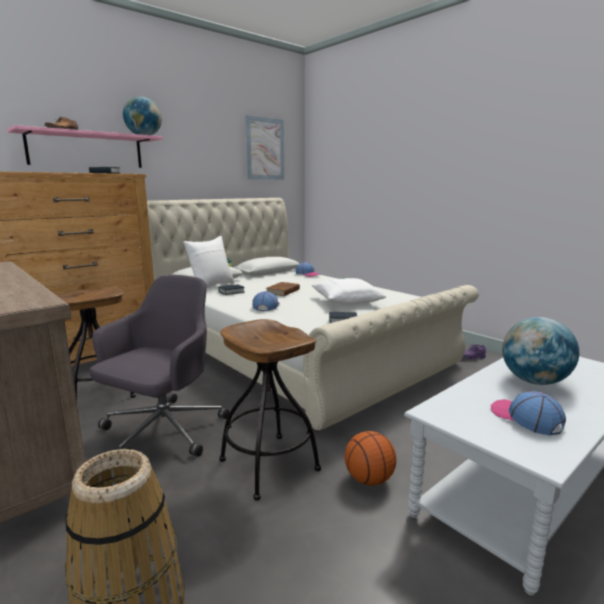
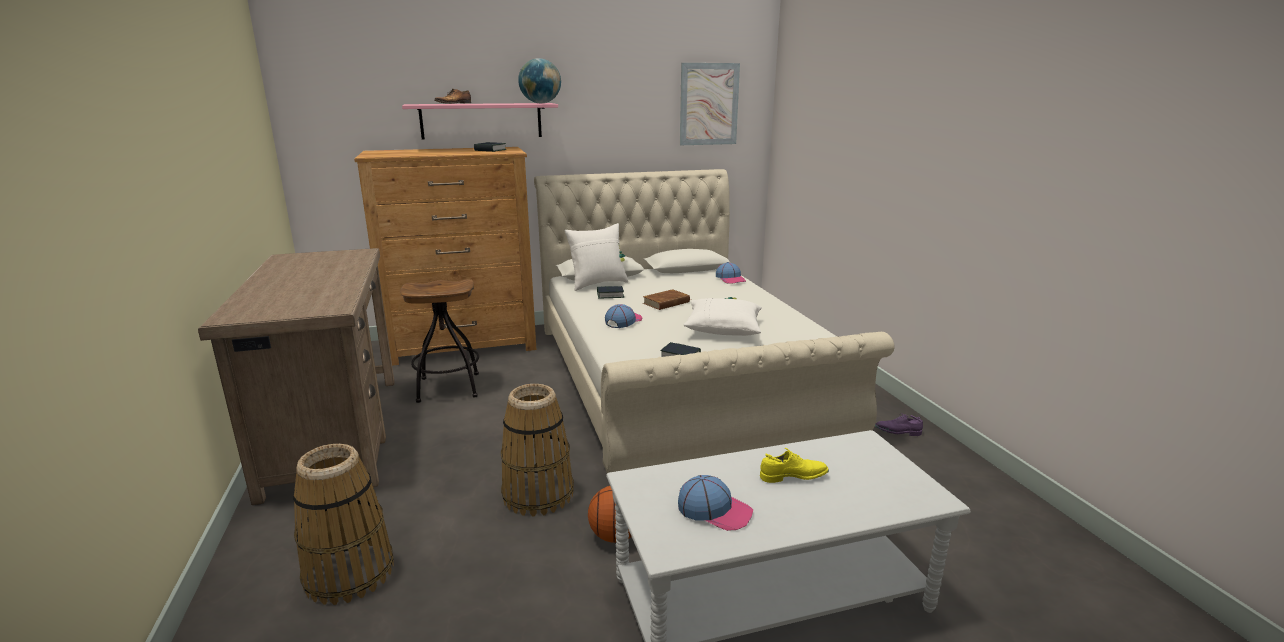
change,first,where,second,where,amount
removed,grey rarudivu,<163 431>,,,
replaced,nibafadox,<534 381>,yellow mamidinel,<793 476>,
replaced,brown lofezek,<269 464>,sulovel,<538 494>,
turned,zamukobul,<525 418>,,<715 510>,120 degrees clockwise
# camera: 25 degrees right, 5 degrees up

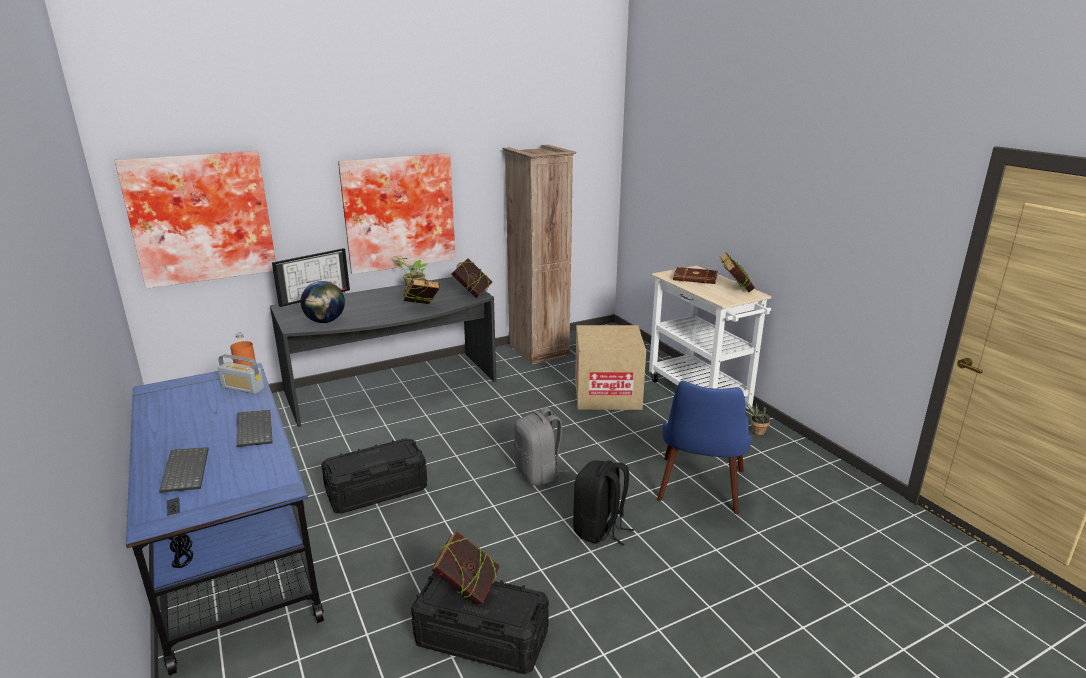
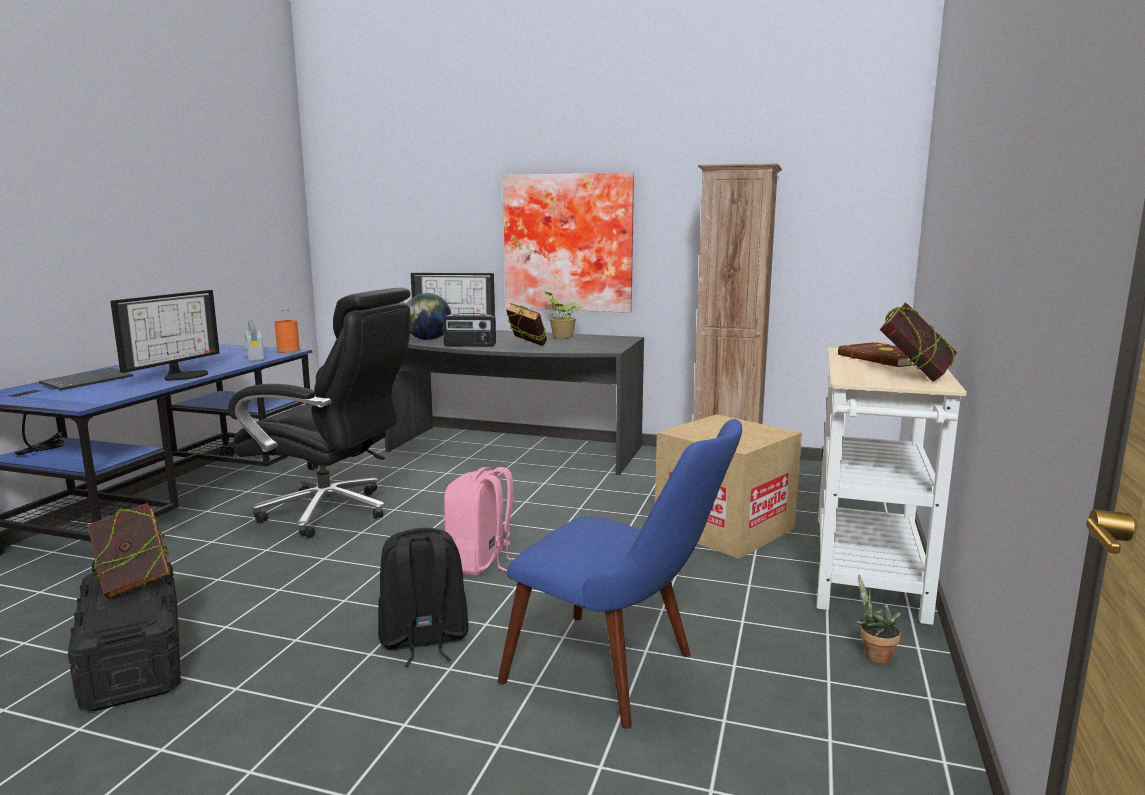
change,first,where,second,where,amount
removed,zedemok,<201 217>,,,
removed,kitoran,<472 294>,,,
turned,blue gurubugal,<699 492>,,<621 674>,120 degrees counterclockwise
recoloured,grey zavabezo,<538 474>,pink zavabezo,<481 563>,
replaced,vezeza,<253 429>,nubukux,<183 375>,
replaced,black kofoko,<377 490>,black rarudivu,<333 513>,
added,,,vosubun,<470 345>,
# camera: 45 degrees right, 10 degrees down

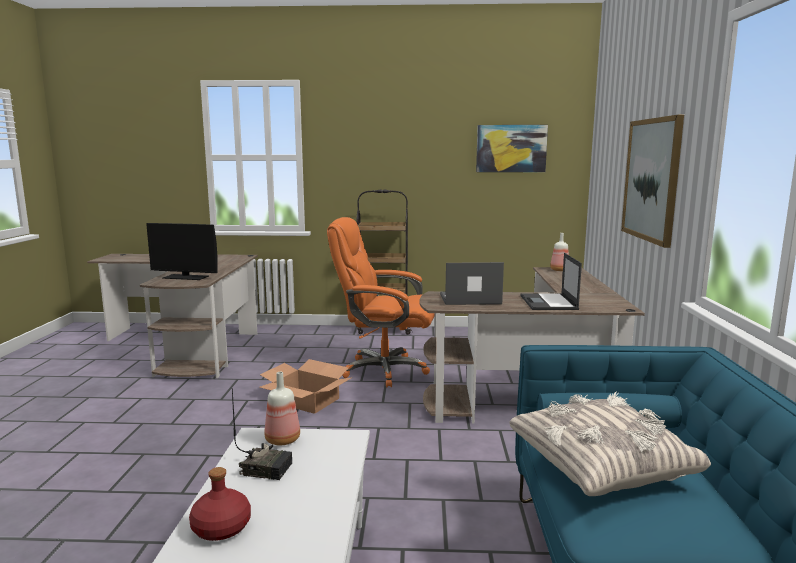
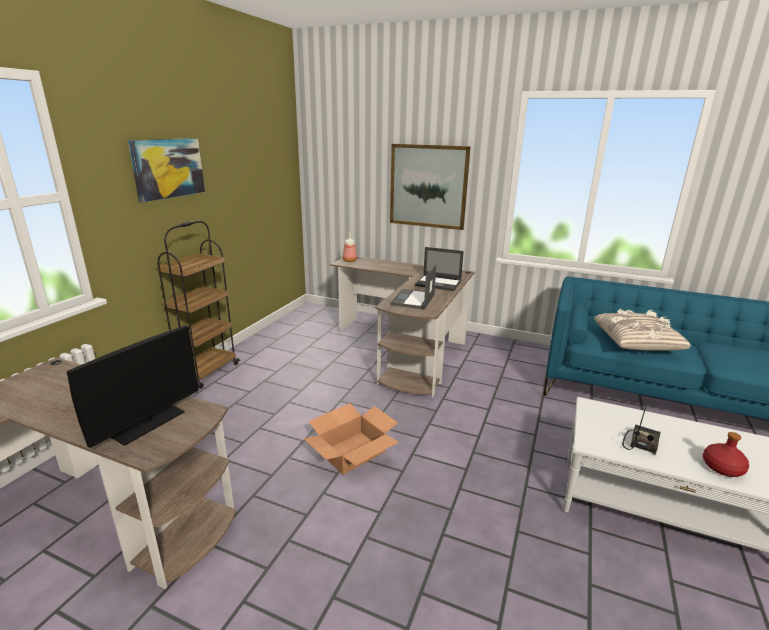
change,first,where,second,where,amount
moved,zedemok,<511 148>,,<168 168>,
removed,orange rarudivu,<387 370>,,,
removed,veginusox,<281 440>,,,
# camera: 70 degrees left, 10 degrees up

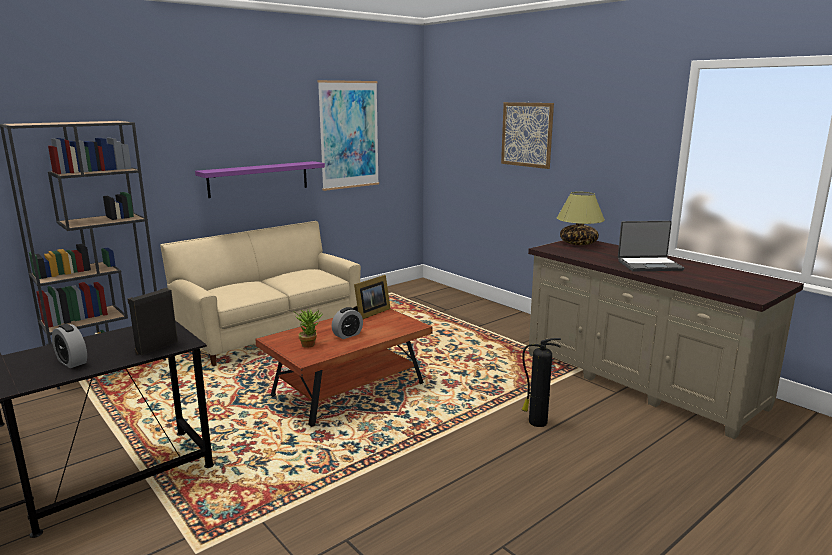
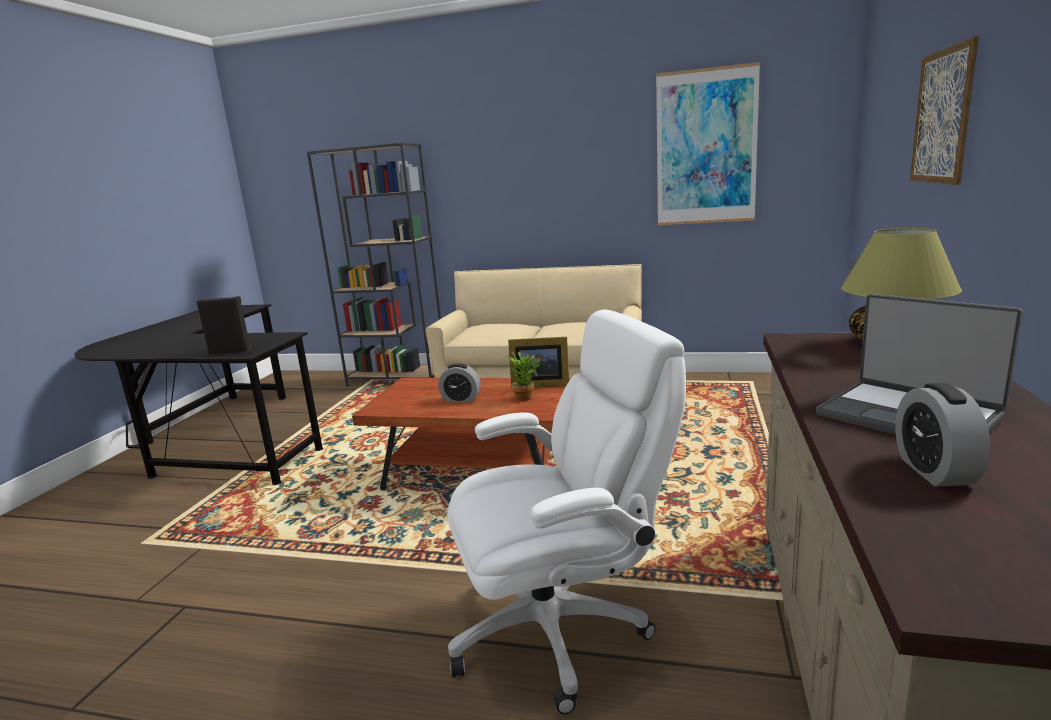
change,first,where,second,where,amount
removed,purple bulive,<259 179>,,,
moved,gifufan,<310 344>,,<527 397>,
moved,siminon,<72 362>,,<934 471>,
replaced,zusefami,<536 422>,white rarudivu,<563 628>,
# camera: 55 degrees right, 0 degrees up

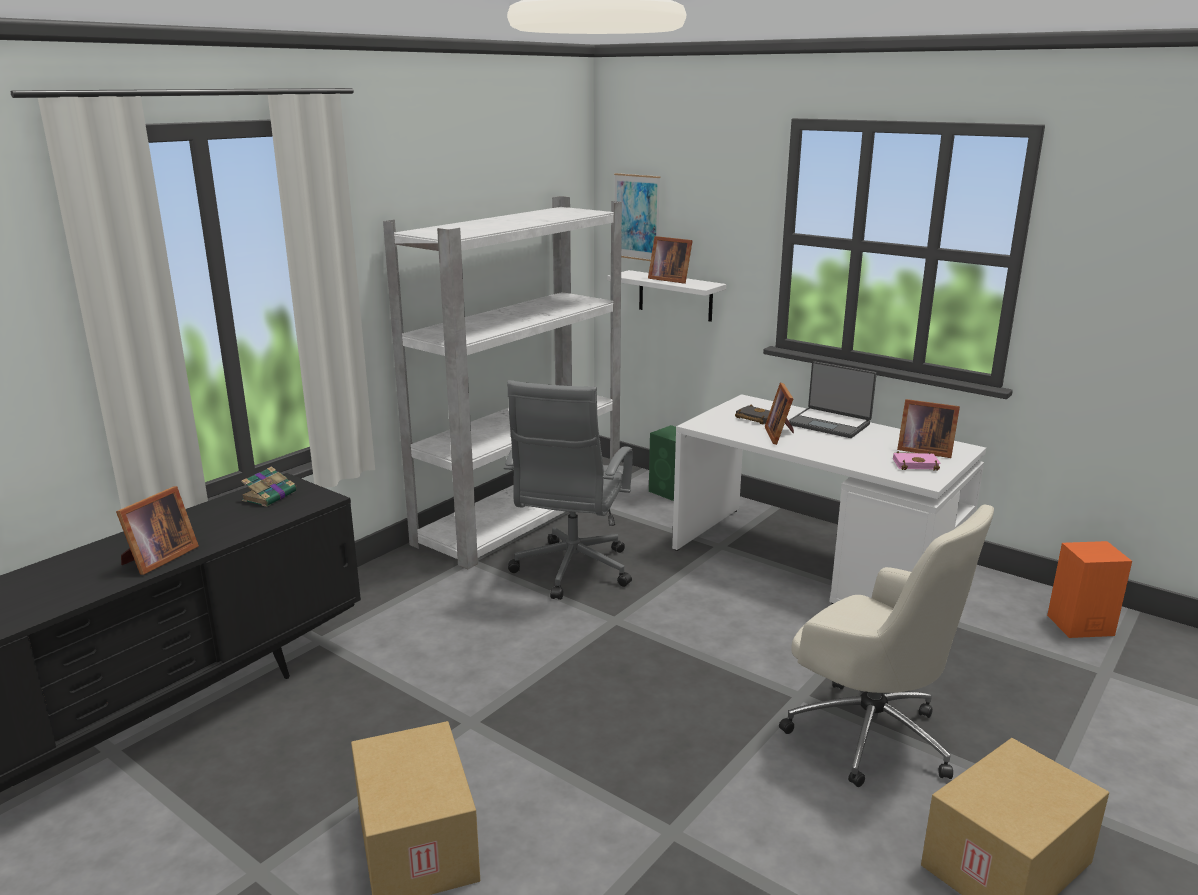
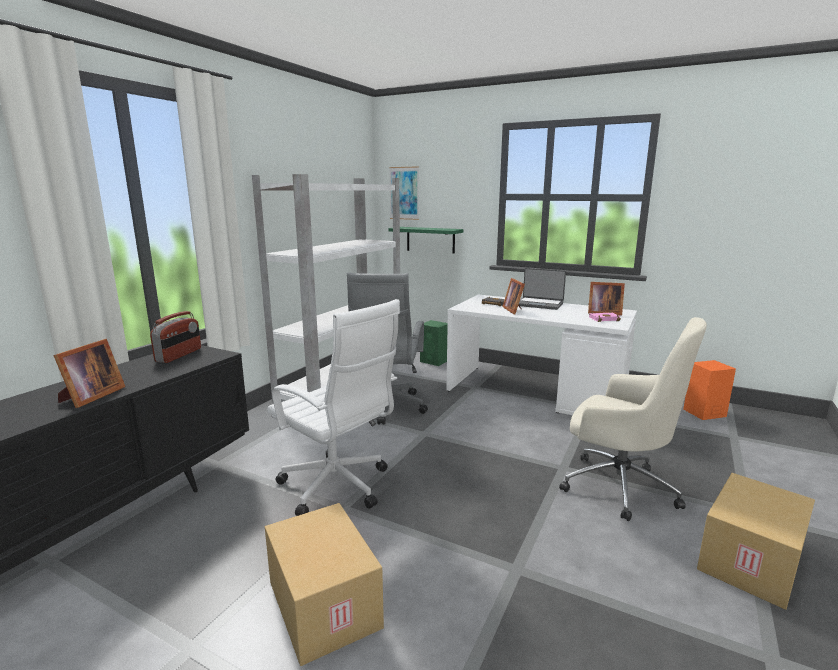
change,first,where,second,where,amount
removed,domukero,<669 279>,,,
recoloured,white bulive,<675 296>,green bulive,<430 239>,
replaced,kitoran,<270 496>,vosubun,<179 355>,
added,,,white rarudivu,<338 487>,
# camera: 10 degrees left, 5 degrees down

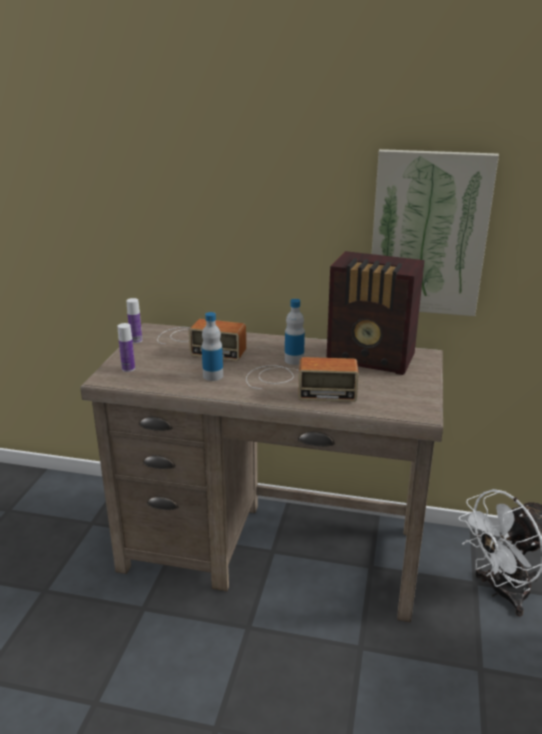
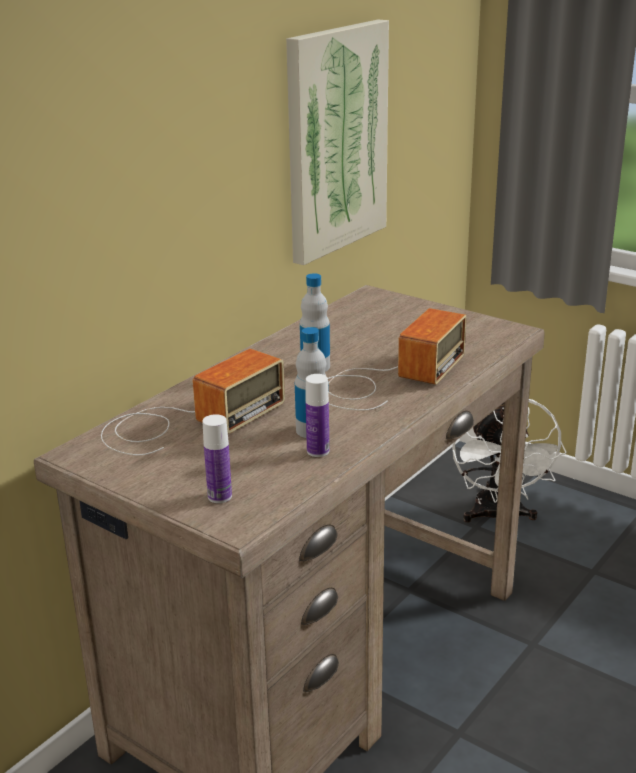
change,first,where,second,where,amount
removed,vosubun,<372 359>,,,
moved,veginusox,<136 340>,,<318 451>,
# camera: 65 degrees left, 0 degrees up

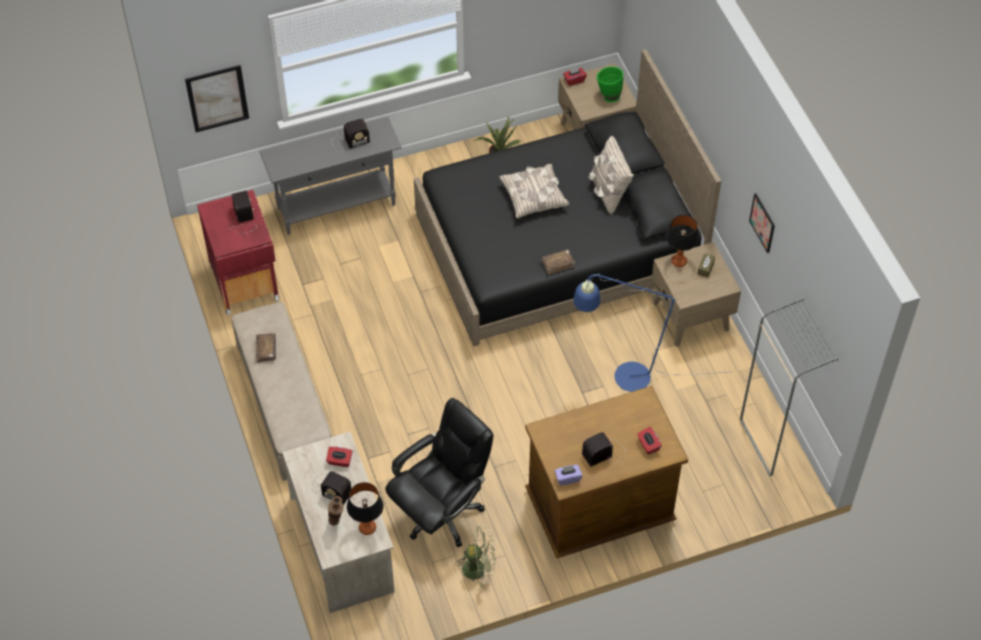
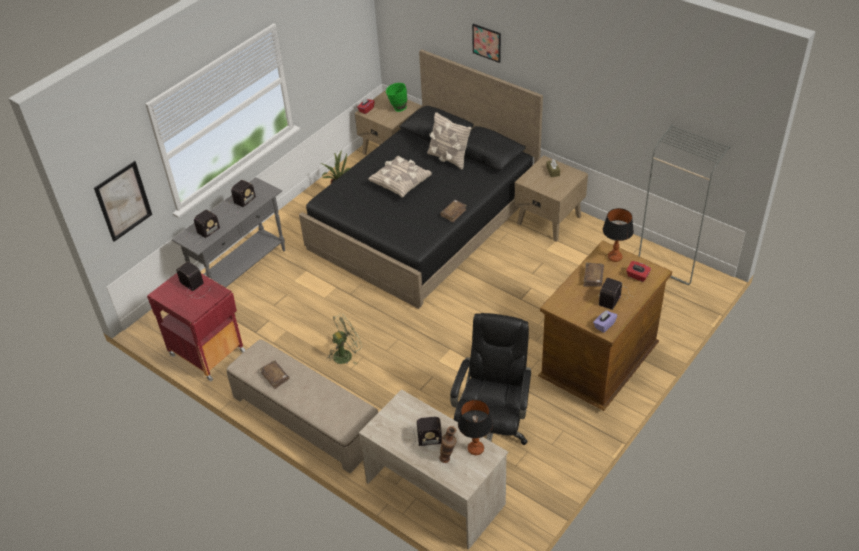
change,first,where,second,where,amount
moved,zedemok,<762 223>,,<486 42>,
moved,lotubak,<679 262>,,<615 257>,
removed,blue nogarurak,<622 377>,,,
removed,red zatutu,<339 461>,,,
moved,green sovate,<479 568>,,<346 354>,
added,,,vosubun,<202 233>,
added,,,brown kitoran,<593 277>,
# camera: 30 degrees left, 10 degrees down

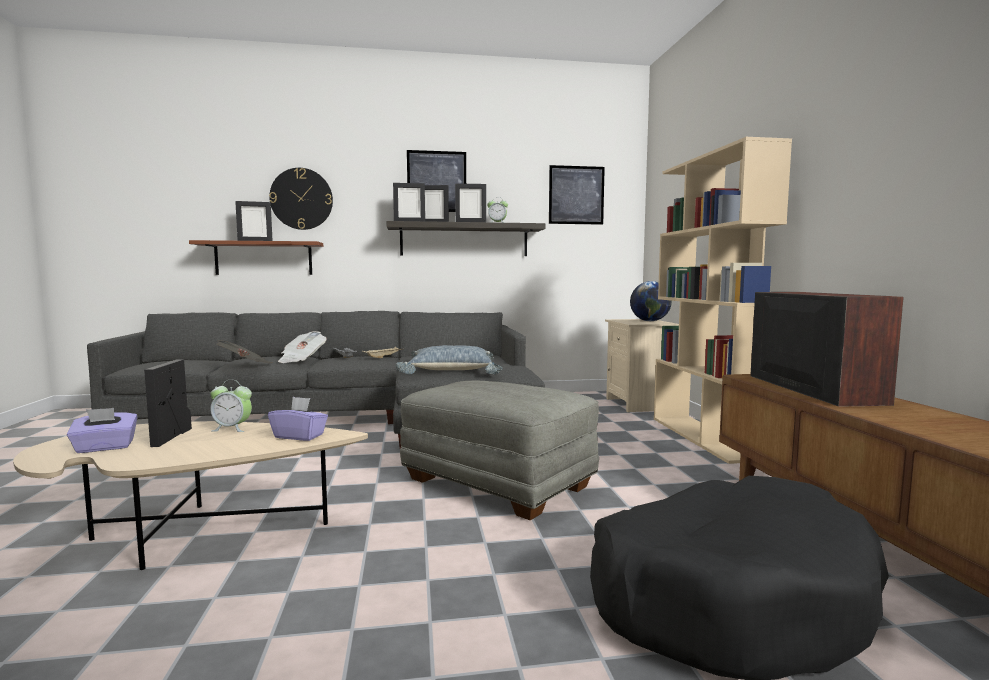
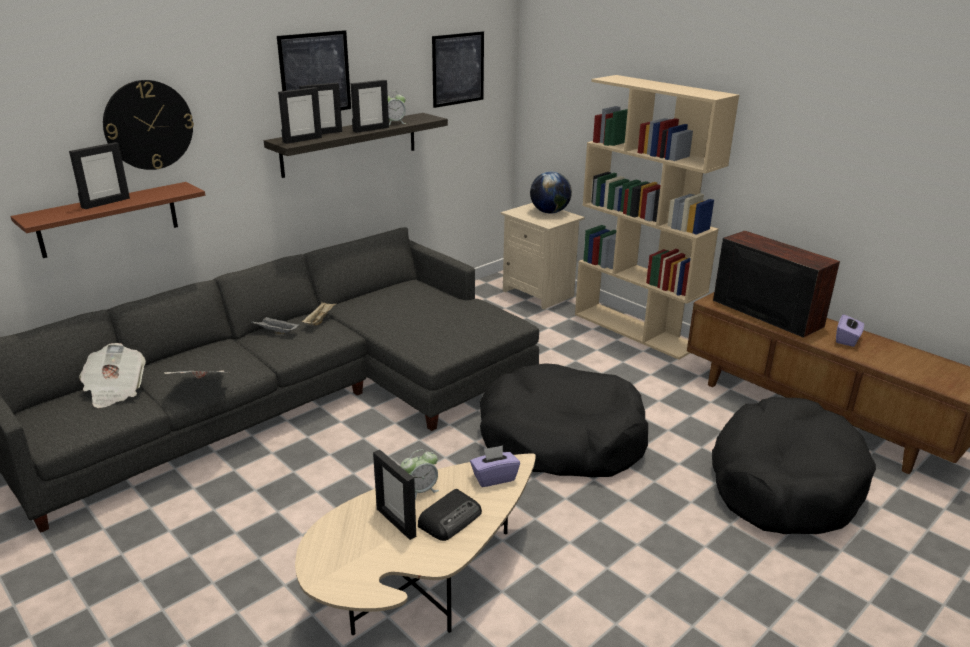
change,first,where,second,where,amount
moved,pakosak,<301 360>,,<115 390>,
removed,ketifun,<450 368>,,,
replaced,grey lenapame,<498 482>,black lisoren,<561 439>,
moved,purple zatutu,<105 447>,,<847 339>,
added,,,vosubun,<451 519>,
# camera: 35 degrees left, 20 degrees up

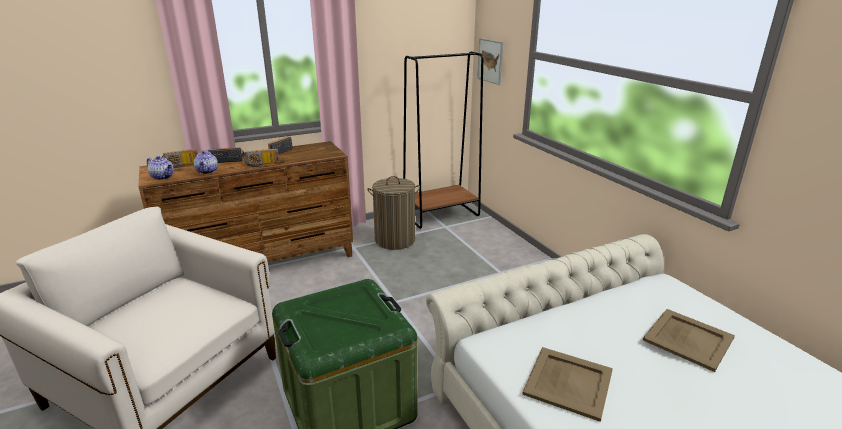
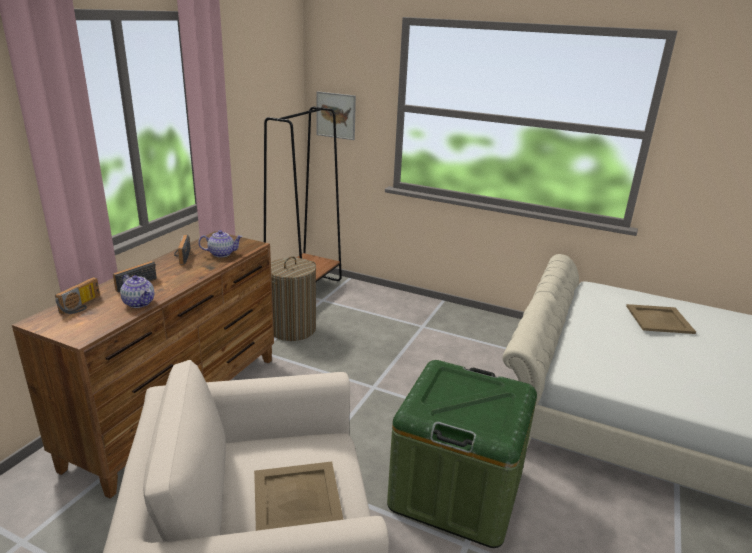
change,first,where,second,where,amount
removed,vosubun,<262 164>,,,
moved,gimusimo,<163 177>,,<222 254>,
moved,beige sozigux,<568 381>,,<296 498>,
# camera: 40 degrees left, 0 degrees up

